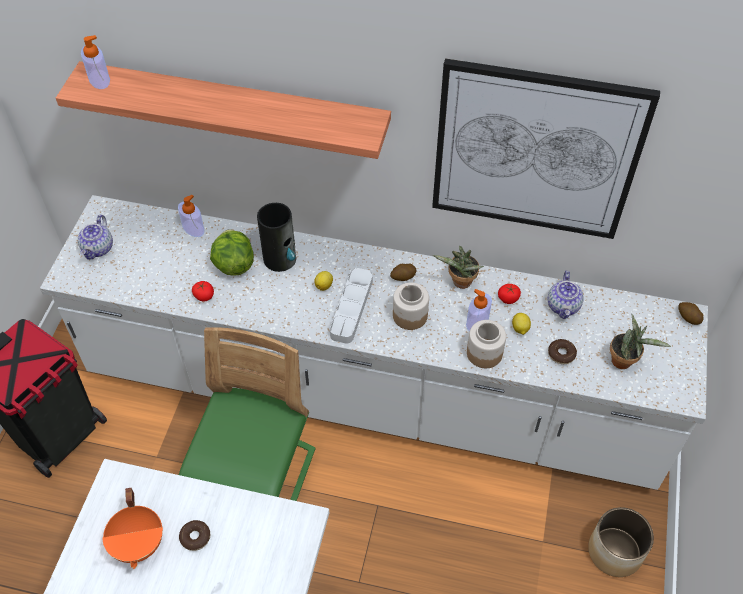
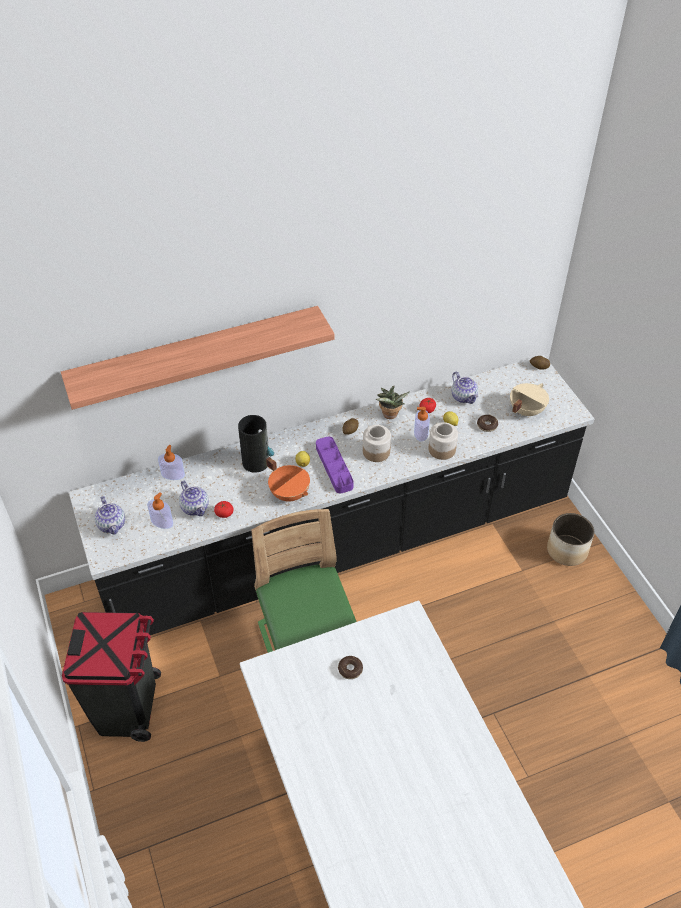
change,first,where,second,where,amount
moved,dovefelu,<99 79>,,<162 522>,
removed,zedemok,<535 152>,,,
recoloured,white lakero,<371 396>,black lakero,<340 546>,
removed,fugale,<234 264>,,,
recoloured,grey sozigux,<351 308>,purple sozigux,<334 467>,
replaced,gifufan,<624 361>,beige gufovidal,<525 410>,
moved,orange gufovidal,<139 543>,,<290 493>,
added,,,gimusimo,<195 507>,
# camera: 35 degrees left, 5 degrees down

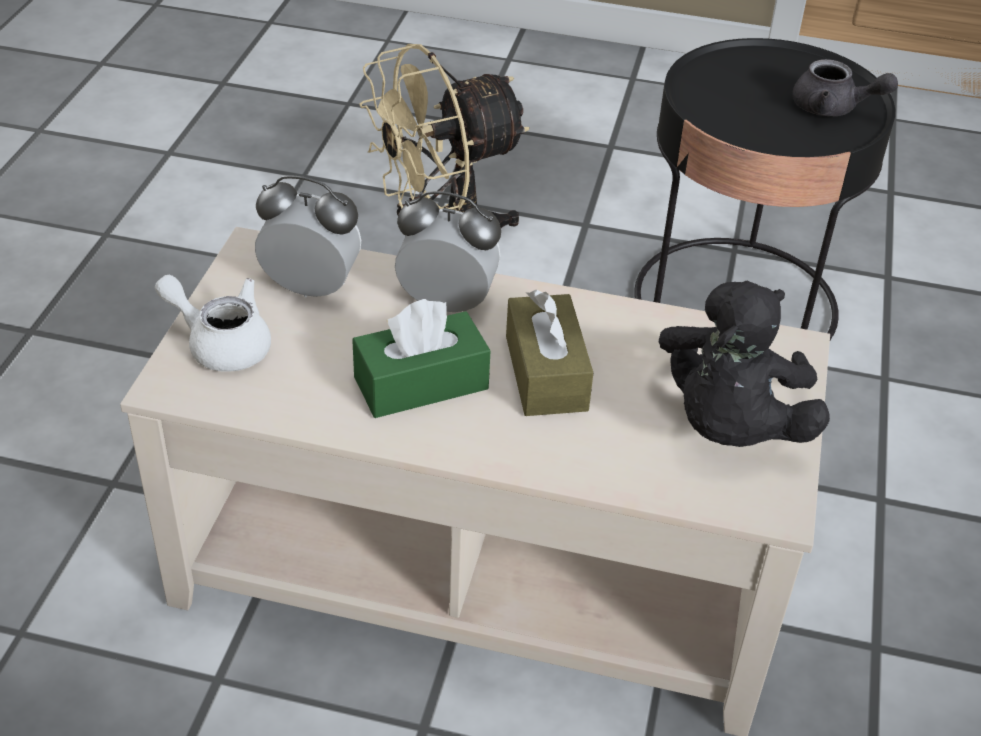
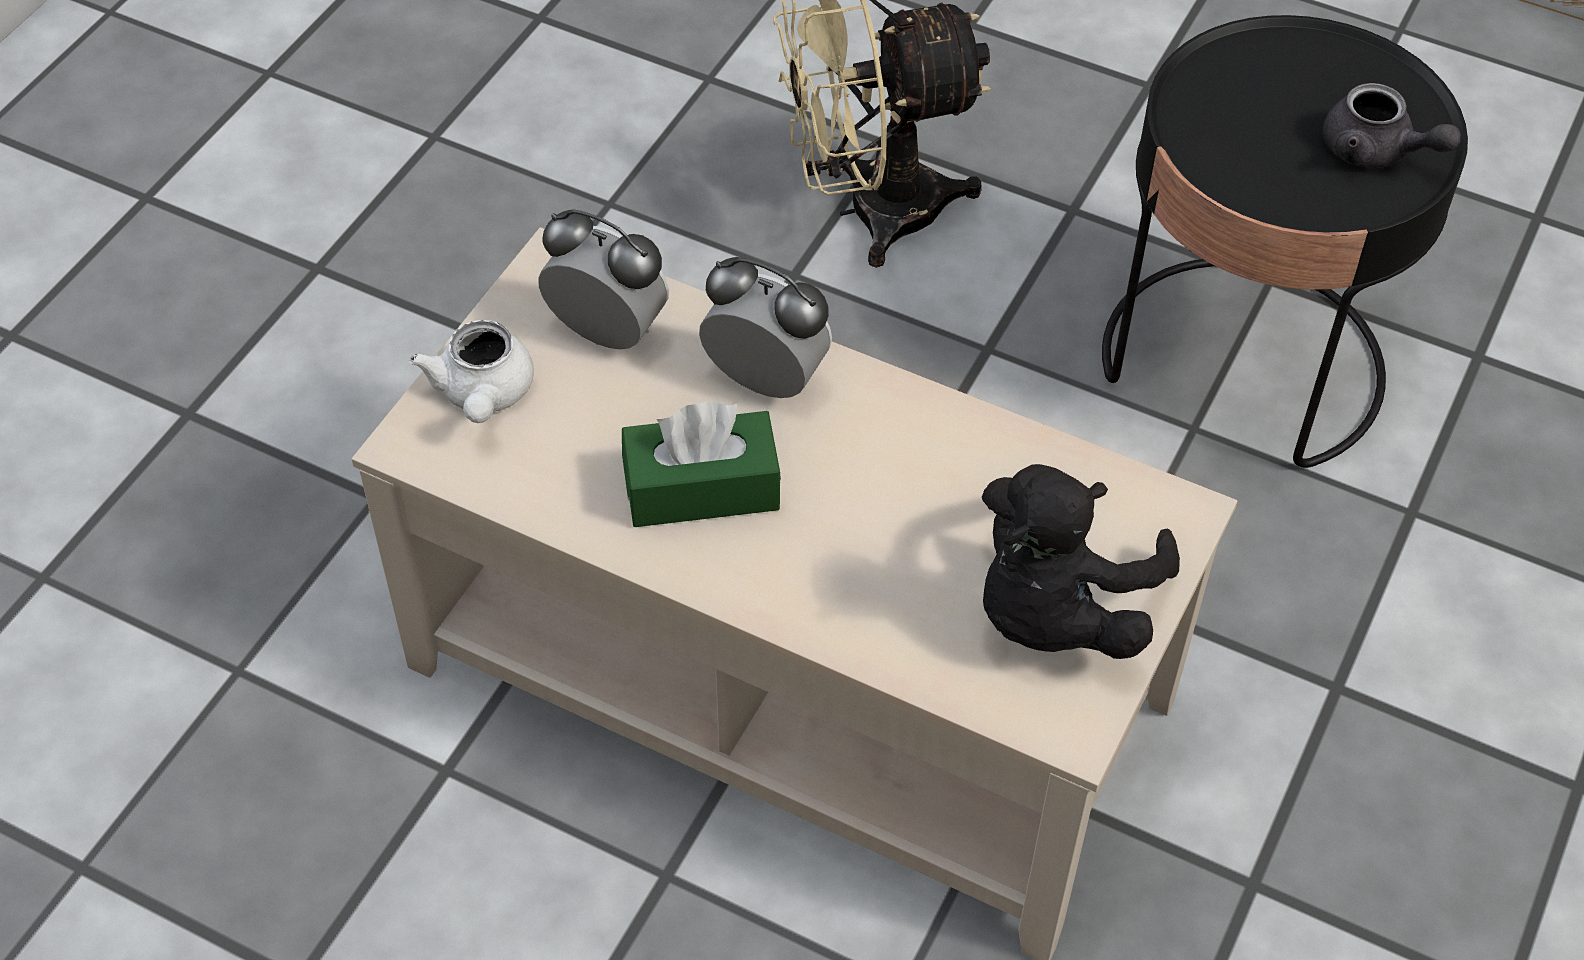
change,first,where,second,where,amount
turned,white gimusimo,<221 343>,,<483 395>,135 degrees counterclockwise
removed,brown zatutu,<546 373>,,,
# camera: 15 degrees right, 10 degrees up

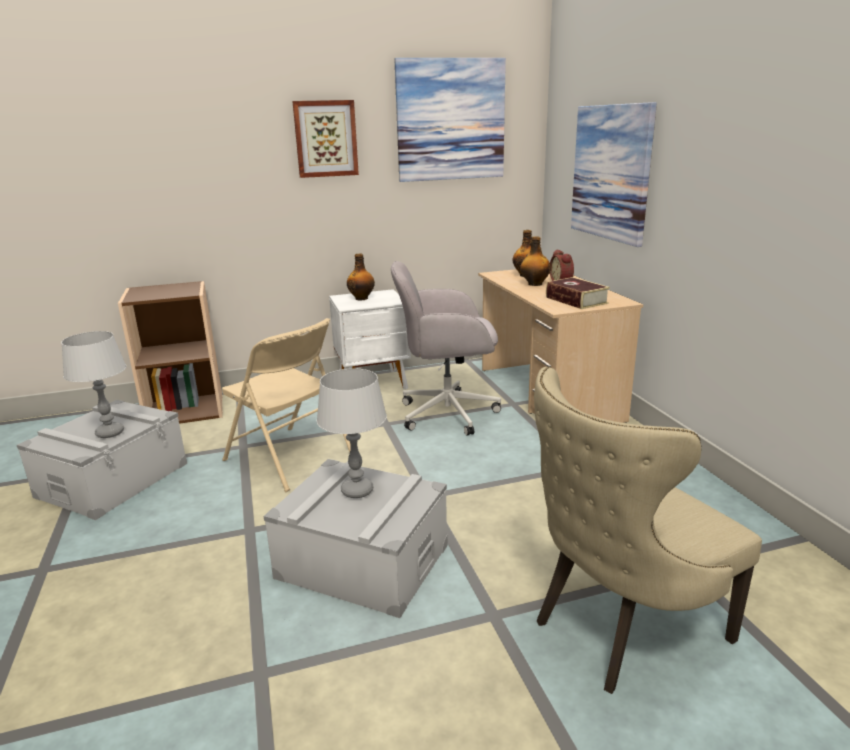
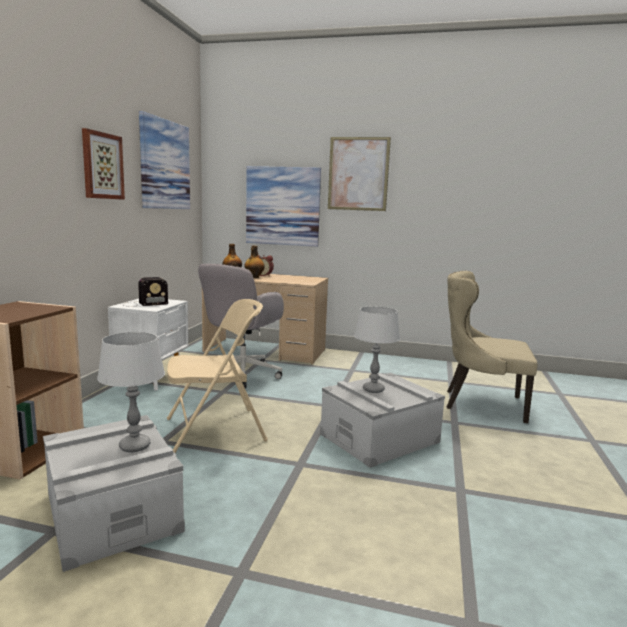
change,first,where,second,where,amount
replaced,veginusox,<362 298>,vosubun,<143 304>,
removed,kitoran,<576 300>,,,
turned,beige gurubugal,<621 627>,,<480 403>,105 degrees clockwise
added,,,zedemok,<358 174>,
# camera: 60 degrees left, 10 degrees down

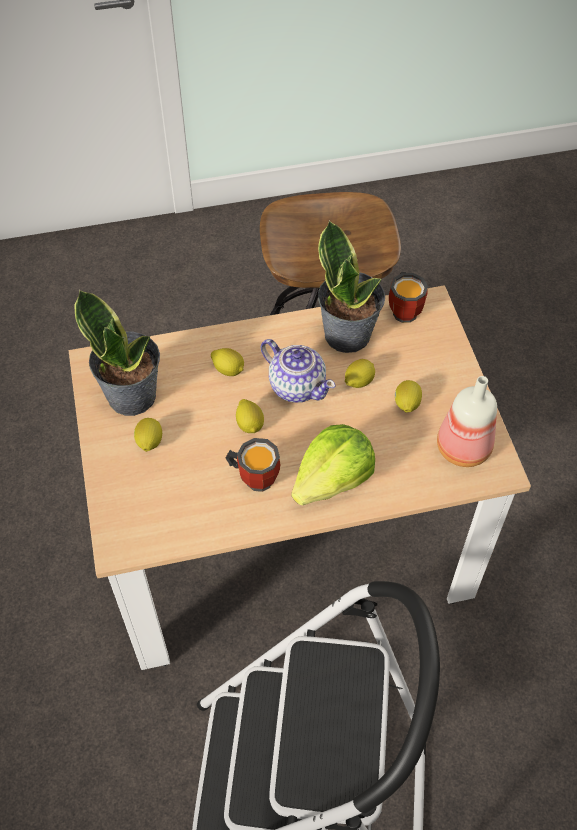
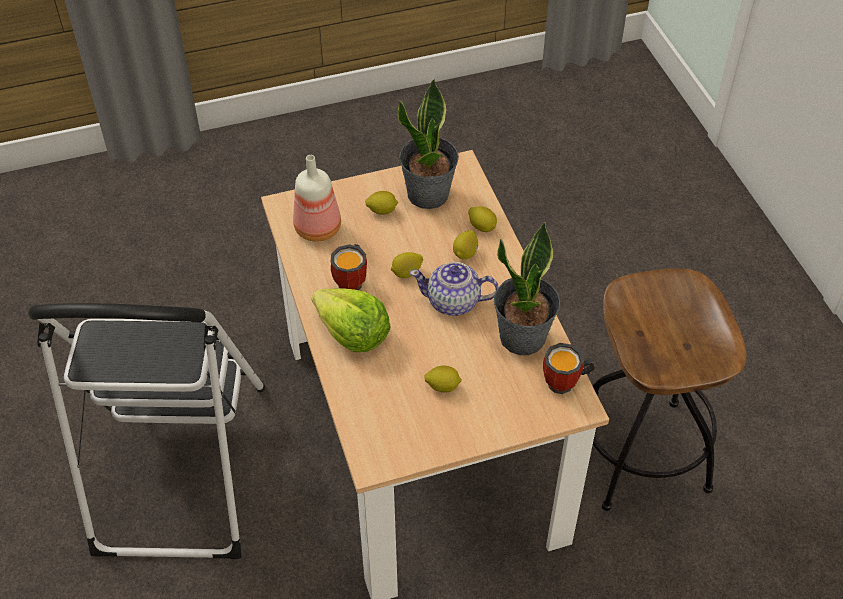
change,first,where,second,where,amount
turned,gimusimo,<297 386>,,<454 302>,60 degrees clockwise
moved,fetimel,<358 381>,,<482 227>,
moved,veginusox,<461 447>,,<318 227>,
# camera: 85 degrees right, 5 degrees down

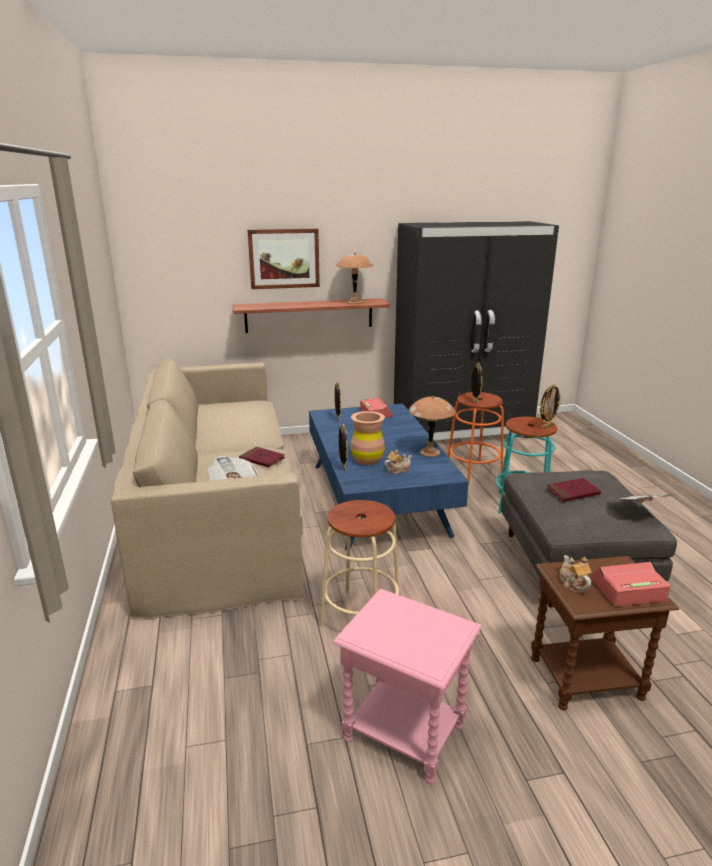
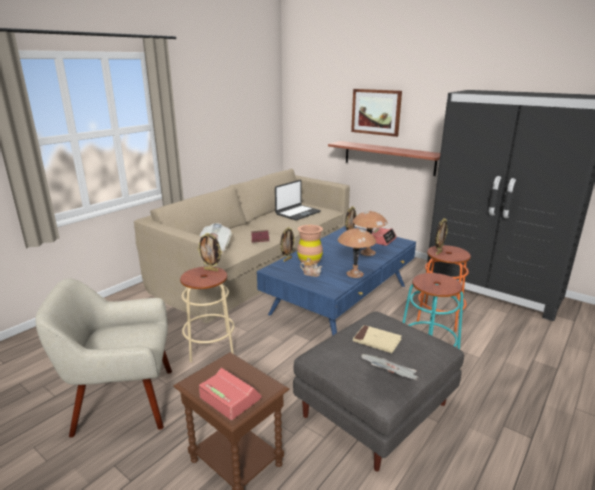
change,first,where,second,where,amount
moved,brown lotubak,<354 302>,,<367 252>,
moved,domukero,<547 426>,,<211 270>,
recoloured,red kitoran,<572 492>,beige kitoran,<377 341>,
removed,gimusimo,<573 584>,,,
replaced,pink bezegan,<403 733>,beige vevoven,<123 402>,
added,,,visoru,<297 213>,
# camera: 50 degrees right, 0 degrees up

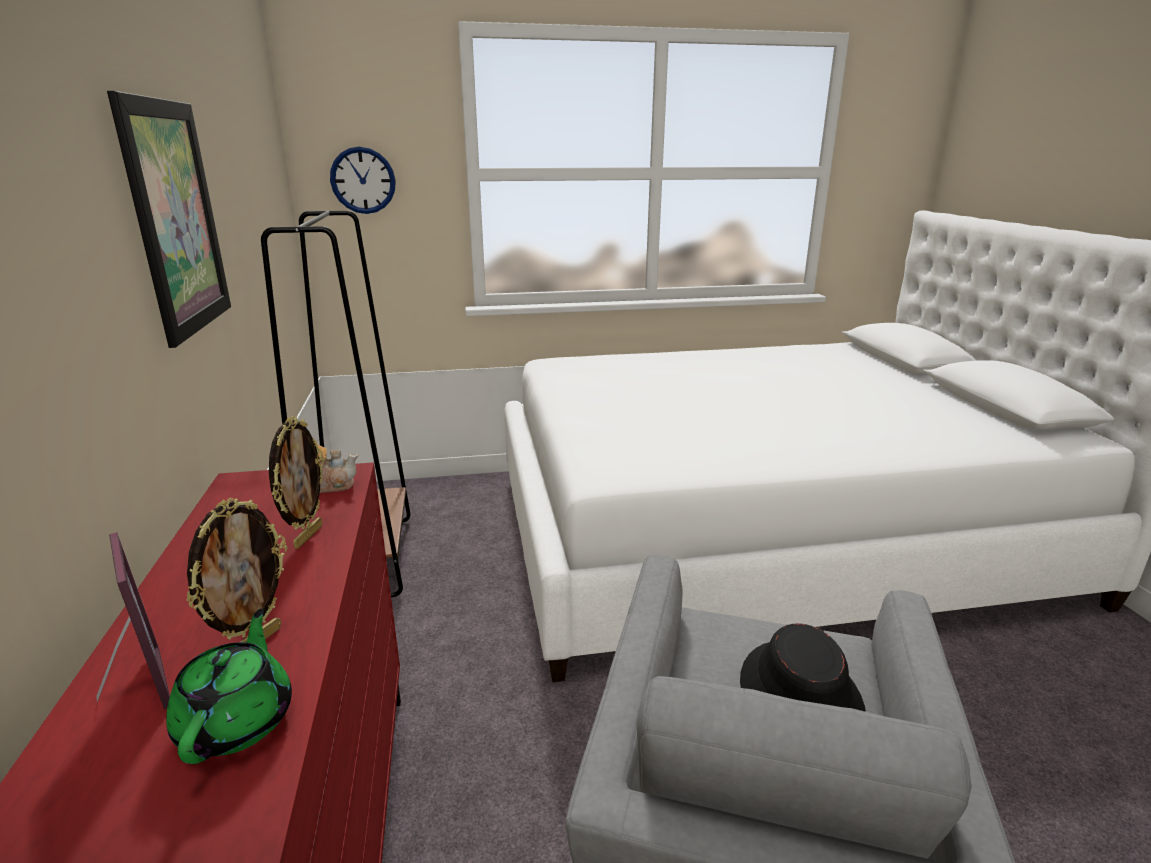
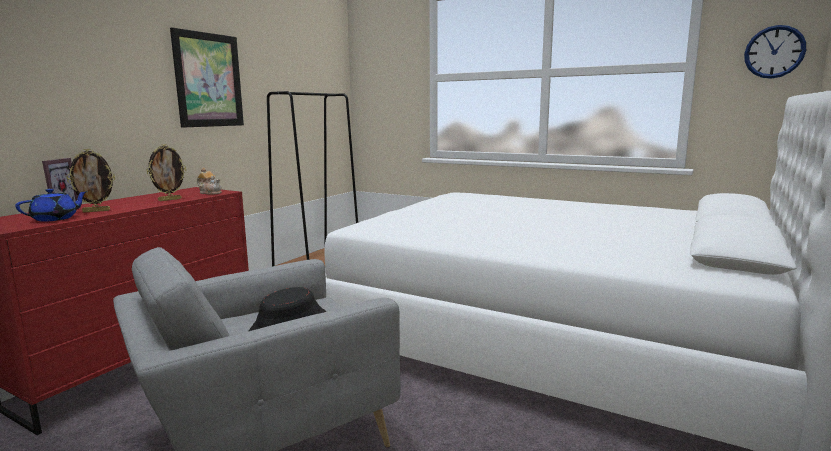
change,first,where,second,where,amount
moved,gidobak,<363 180>,,<774 52>,
recoloured,green gimusimo,<238 721>,blue gimusimo,<56 219>,
# camera: 40 degrees right, 10 degrees down

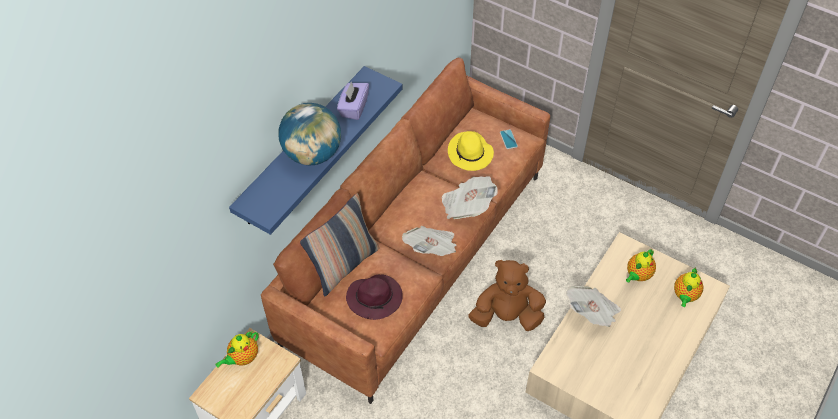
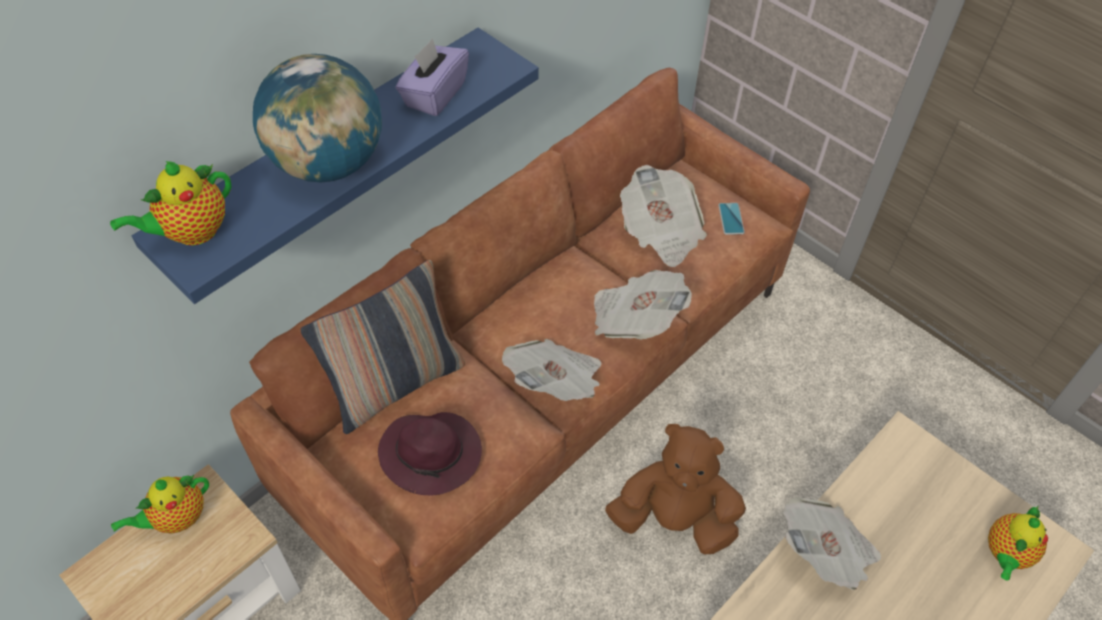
change,first,where,second,where,amount
replaced,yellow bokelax,<470 154>,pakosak,<661 232>,
moved,gimusimo,<637 275>,,<191 232>,
# camera: 10 degrees right, 0 degrees up

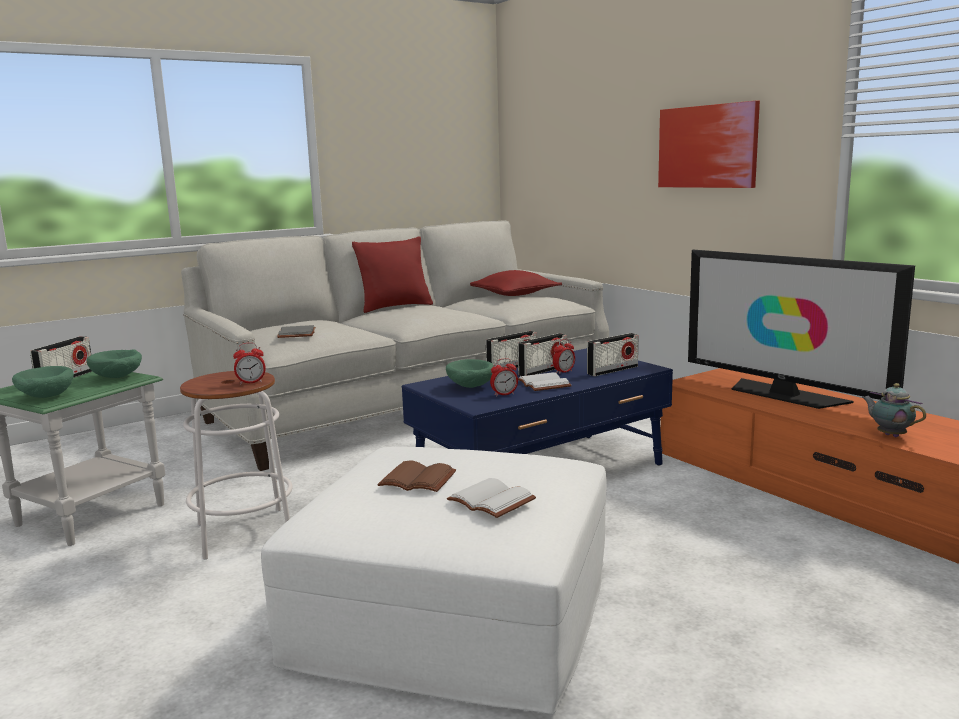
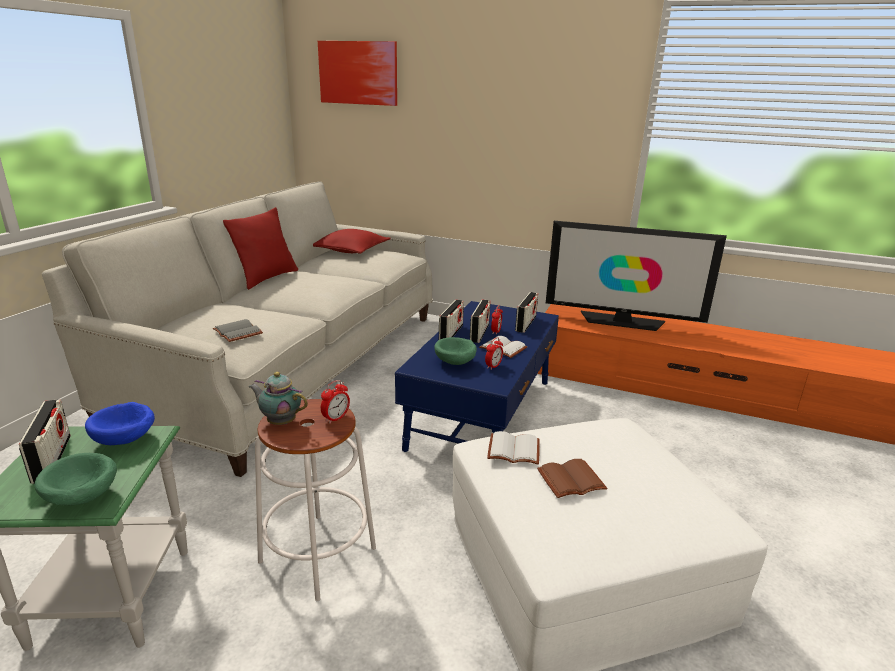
change,first,where,second,where,amount
moved,zedemok,<707 146>,,<358 73>,
recoloured,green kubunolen,<117 377>,blue kubunolen,<126 440>,
moved,gimusimo,<889 435>,,<280 422>,
moved,white kitoran,<489 501>,,<512 451>,
# camera: 35 degrees left, 10 degrees up

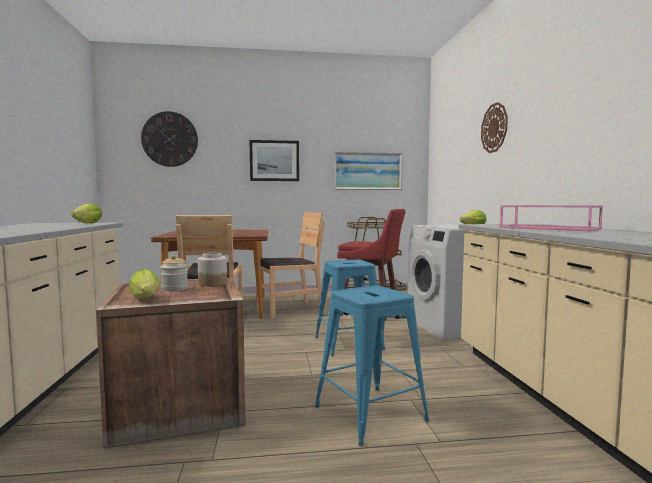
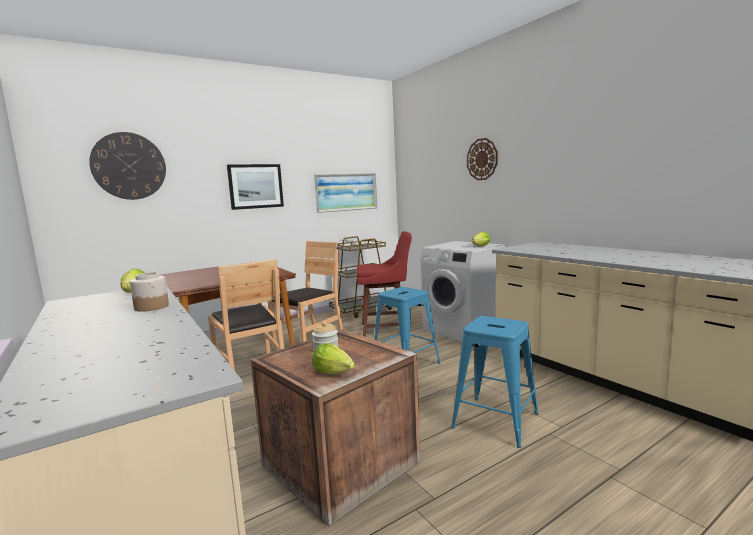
change,first,where,second,where,amount
removed,pink sozigux,<550 228>,,,
moved,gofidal,<213 283>,,<152 307>,
# camera: 25 degrees left, 5 degrees up

